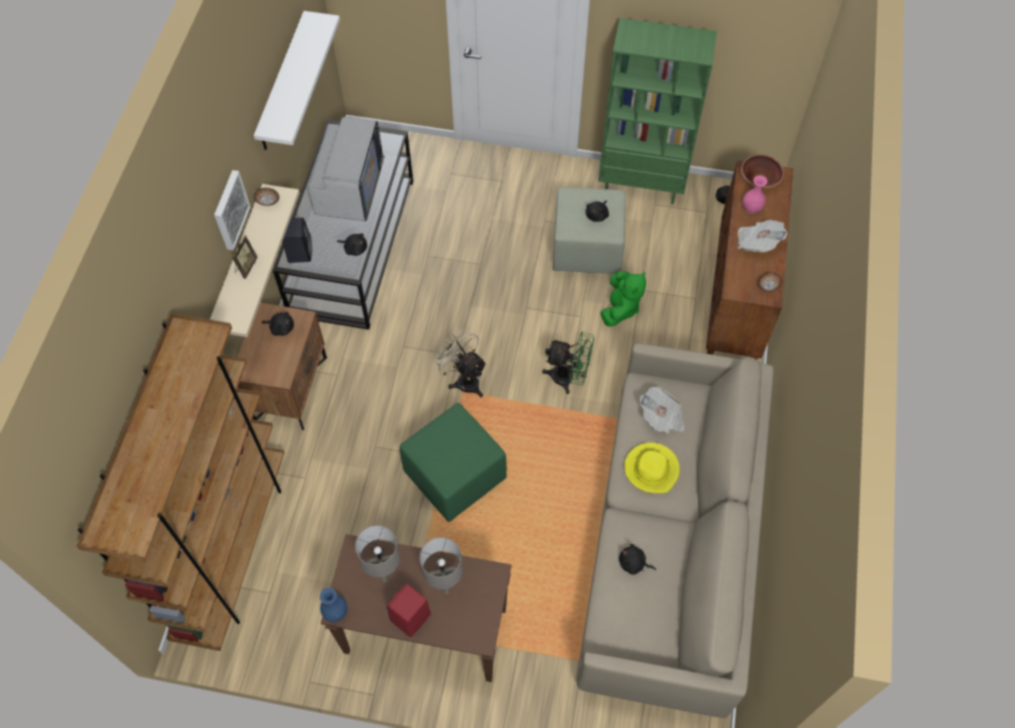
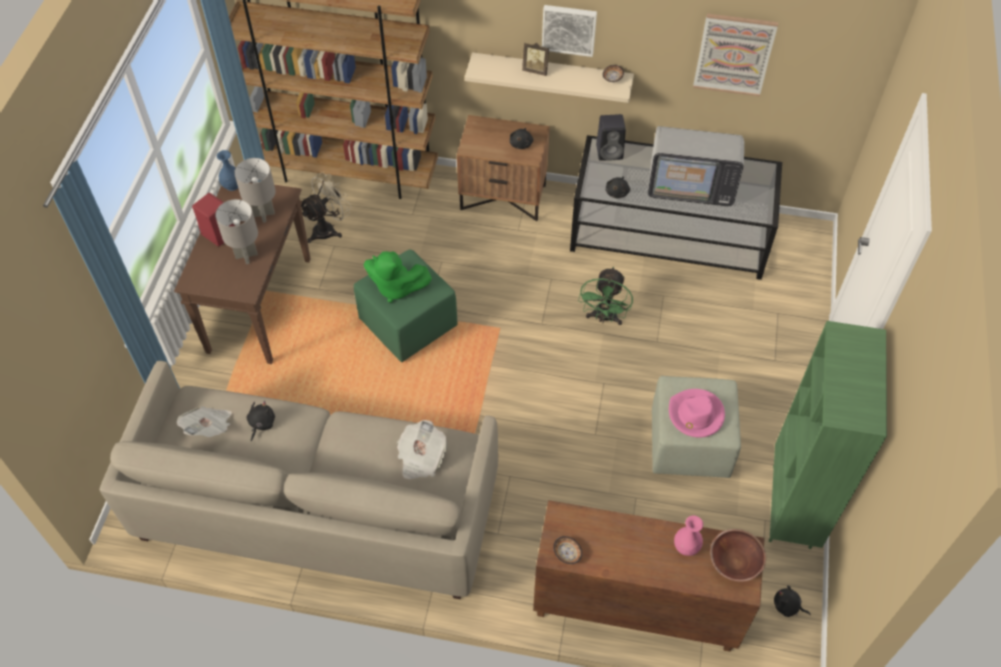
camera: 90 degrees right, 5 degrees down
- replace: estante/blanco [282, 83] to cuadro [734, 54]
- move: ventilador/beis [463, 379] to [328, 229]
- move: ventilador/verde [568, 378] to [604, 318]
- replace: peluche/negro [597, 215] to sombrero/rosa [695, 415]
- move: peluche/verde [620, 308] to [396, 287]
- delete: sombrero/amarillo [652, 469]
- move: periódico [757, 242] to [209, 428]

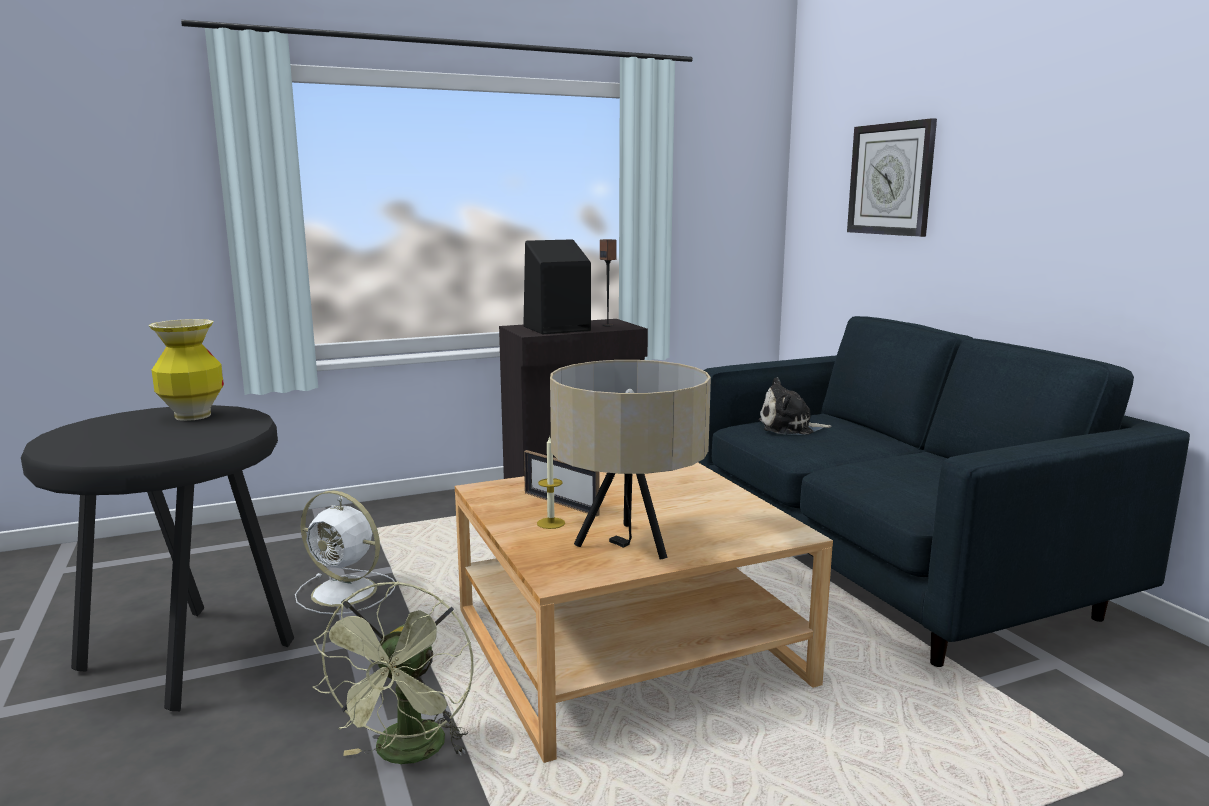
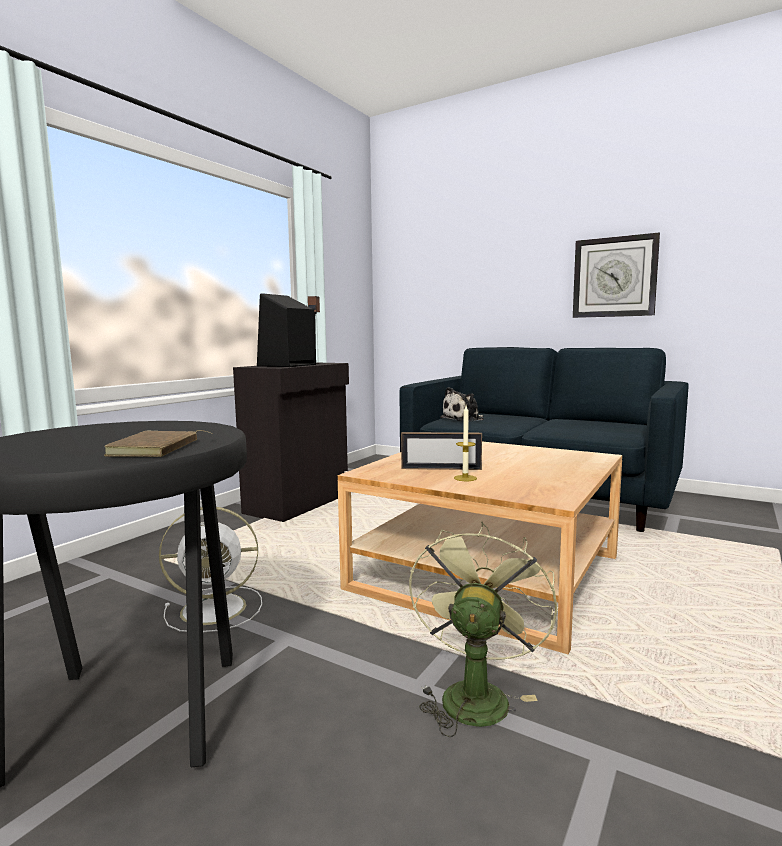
camera: 35 degrees left, 5 degrees down
- delete: florero [192, 416]
- rotate: ventilador/verde [407, 754] = [474, 693] 135 degrees counterclockwise
- delete: lámpara de mesa/beis [628, 547]
- move: reloj de pared [891, 179] to [614, 277]
- insert: libro/marrón [157, 449]

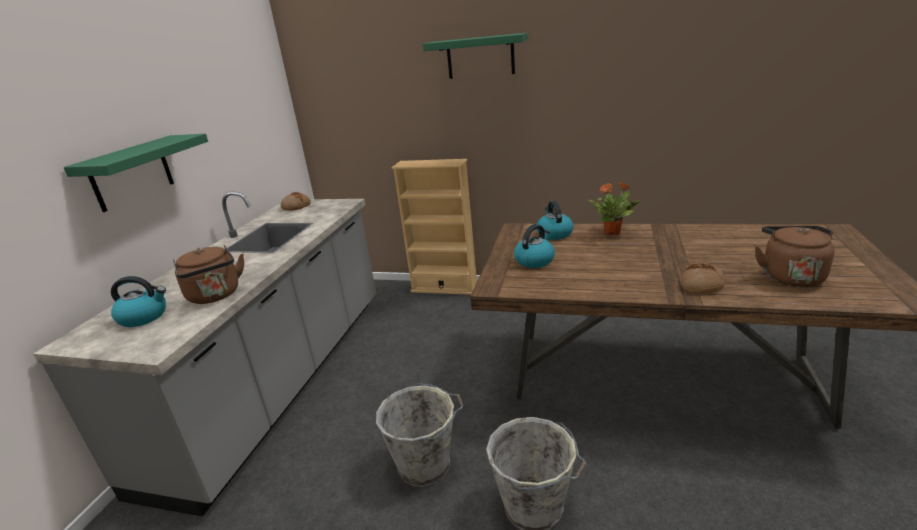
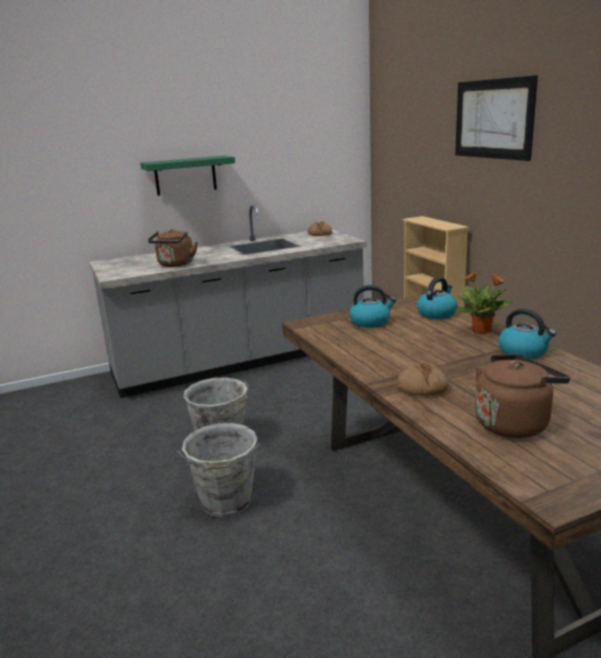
camera: 50 degrees right, 5 degrees down
- move: hervidor [144, 317] to [524, 352]
- replace: estante/verde [480, 57] to cuadro [493, 119]

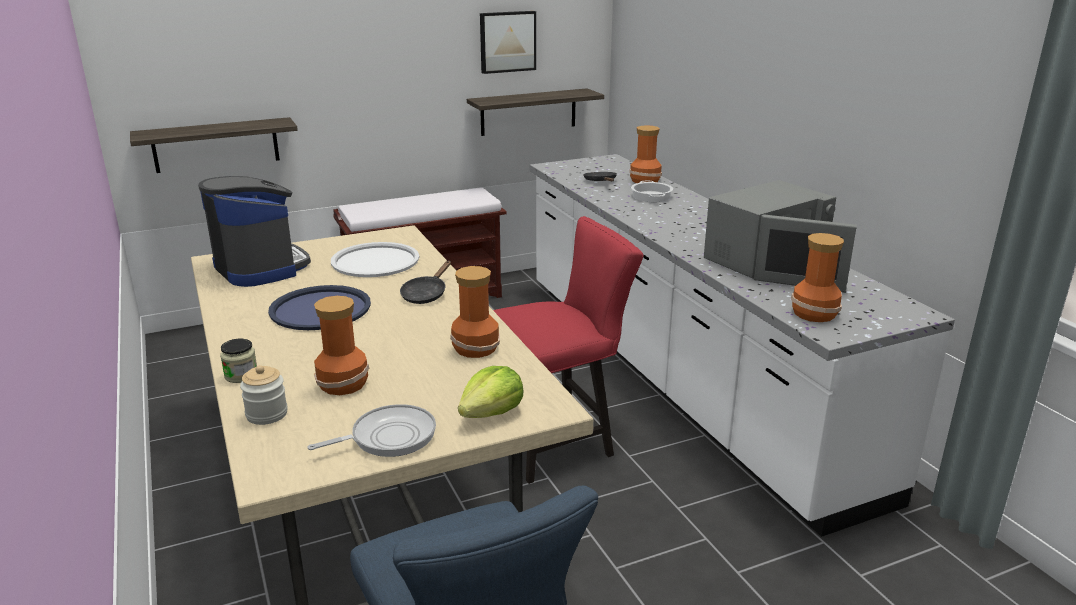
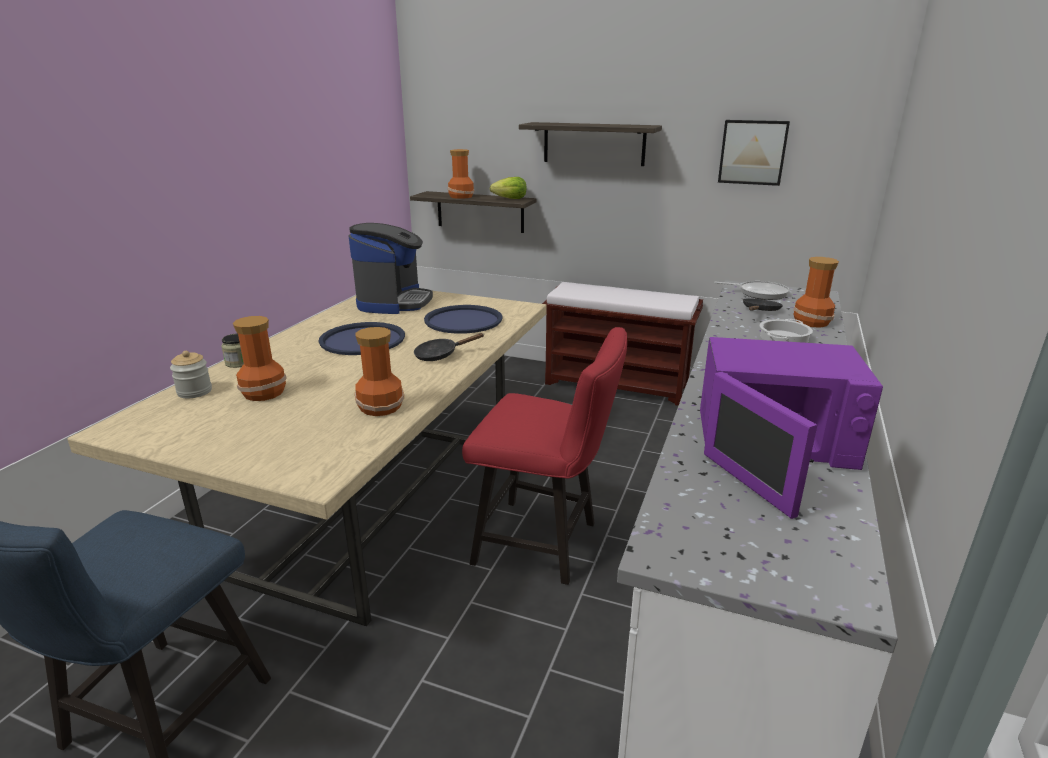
camera: 45 degrees right, 0 degrees up
- move: sartén [388, 437] to [759, 293]
- recolor: bandeja/blanco [375, 261] to bandeja/azul [463, 320]
- move: lechuga [491, 413] to [510, 199]
- move: estante [528, 112] to [594, 144]
- recolor: microondas/gris [766, 261] to microondas/morado [771, 442]
- move: florero [813, 313] to [460, 196]

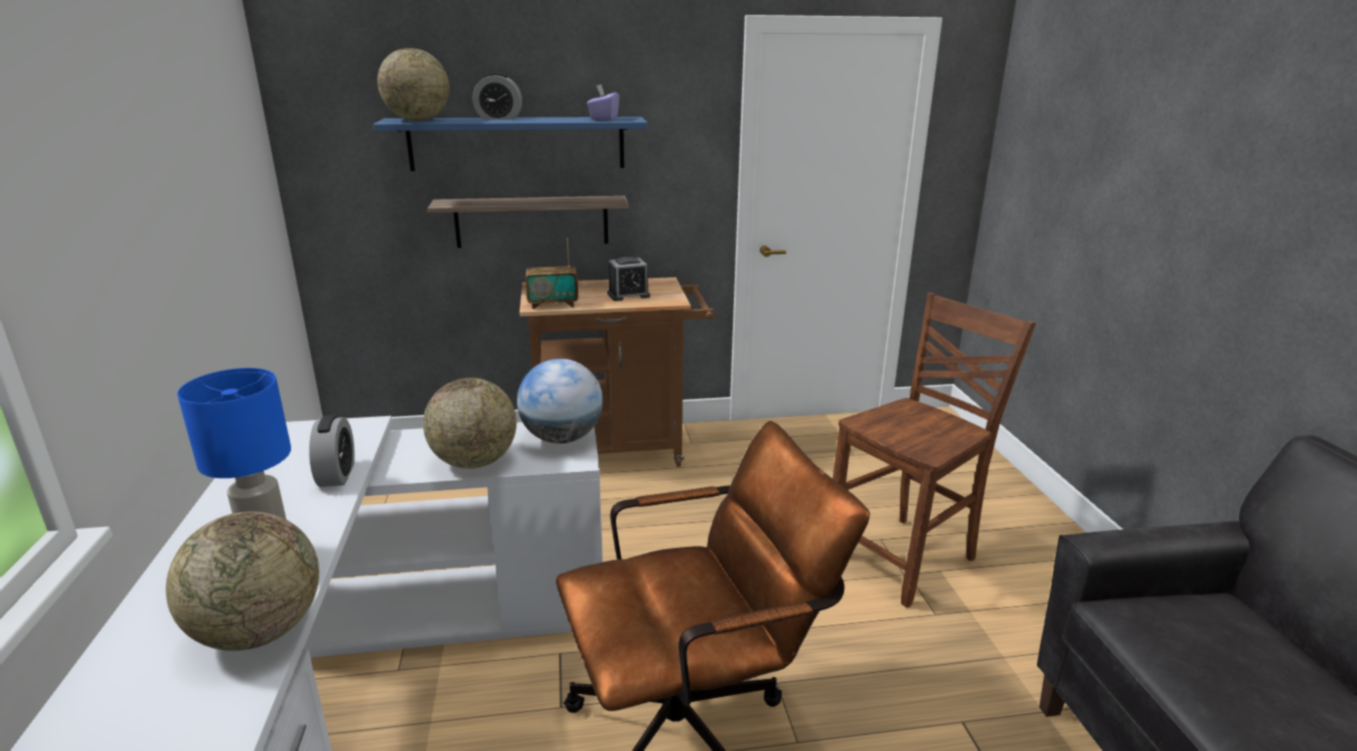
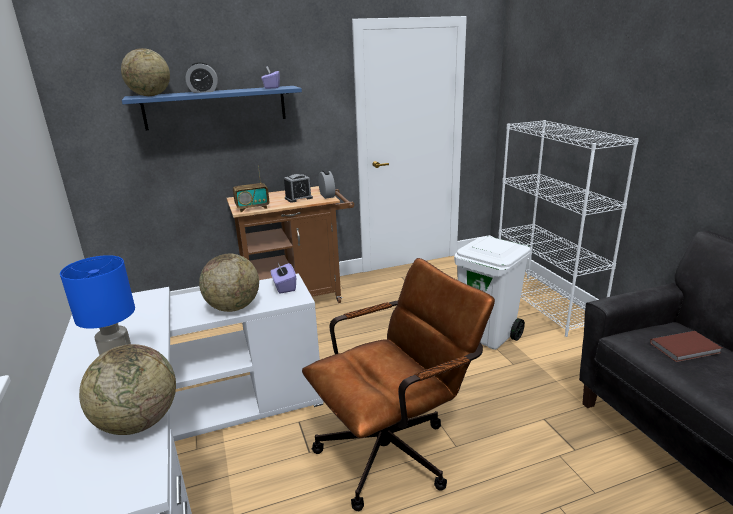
camera: 10 degrees left, 0 degrees up
- move: despertador [337, 475] to [327, 195]
- delete: estante [532, 221]
- replace: globo terráqueo [562, 438] to caja de pañuelos/morado [284, 287]
- replace: silla/marrón [905, 558] to papelera/blanco [487, 336]
- insert: estantería/blanco [546, 304]
- insert: libro/marrón [686, 348]

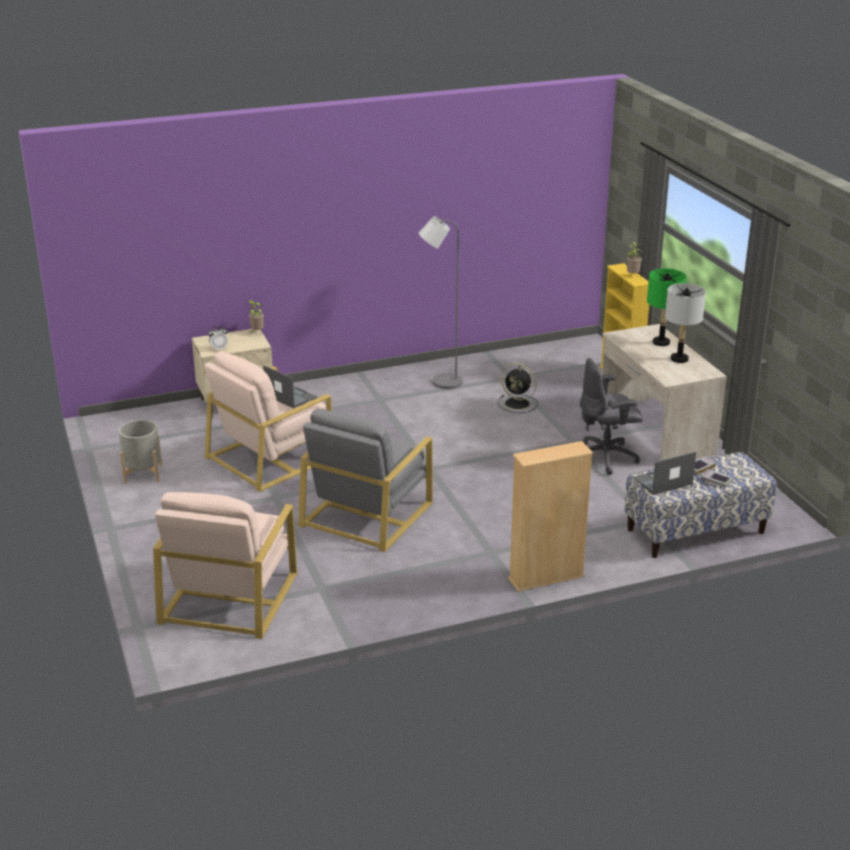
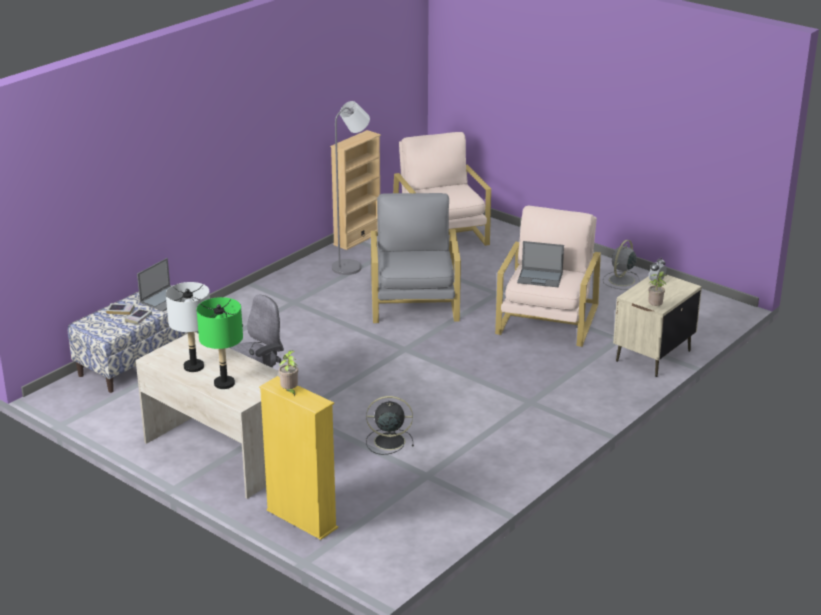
camera: 150 degrees right, 0 degrees up
- replace: maceta/gris [143, 473] to ventilador/gris [621, 281]
- move: lámpara de pie/gris [441, 382] to [351, 266]
- move: estantería/beis [546, 578] to [357, 238]

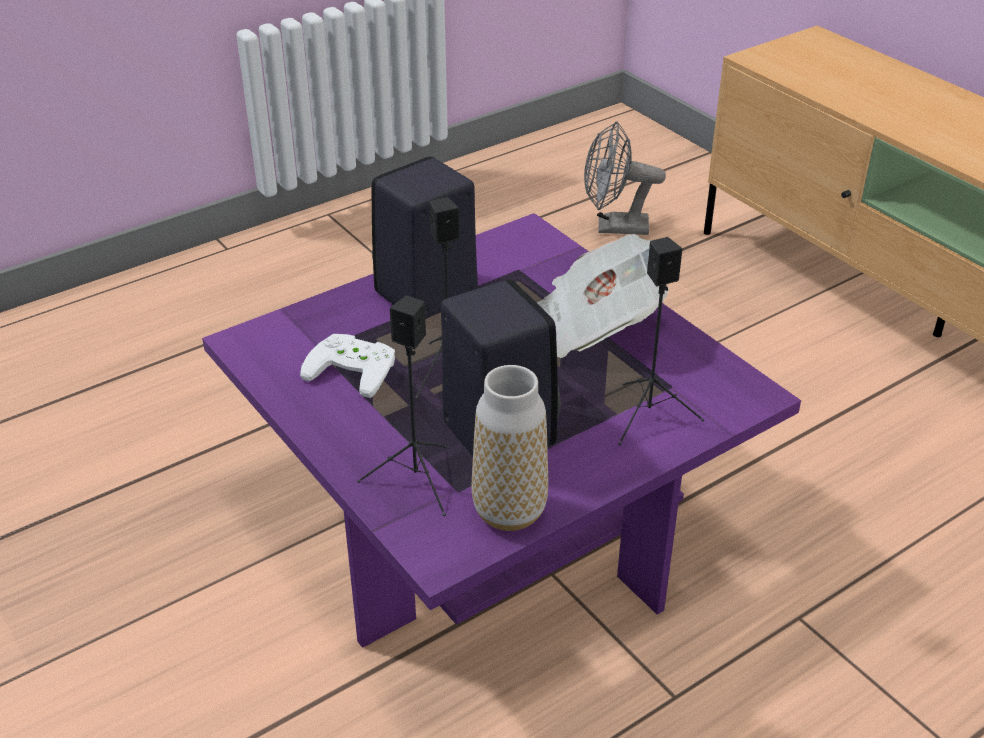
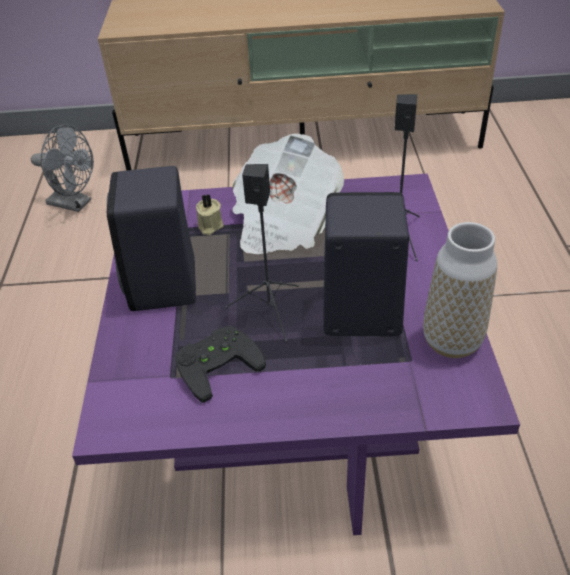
camera: 55 degrees left, 5 degrees up
- recolor: mando de consola/blanco [355, 367] to mando de consola/negro [216, 363]
- delete: altavoz/negro [417, 481]
- rotate: ventilador/gris [614, 227] = [75, 203] 105 degrees counterclockwise
- insert: vela/beis [209, 226]

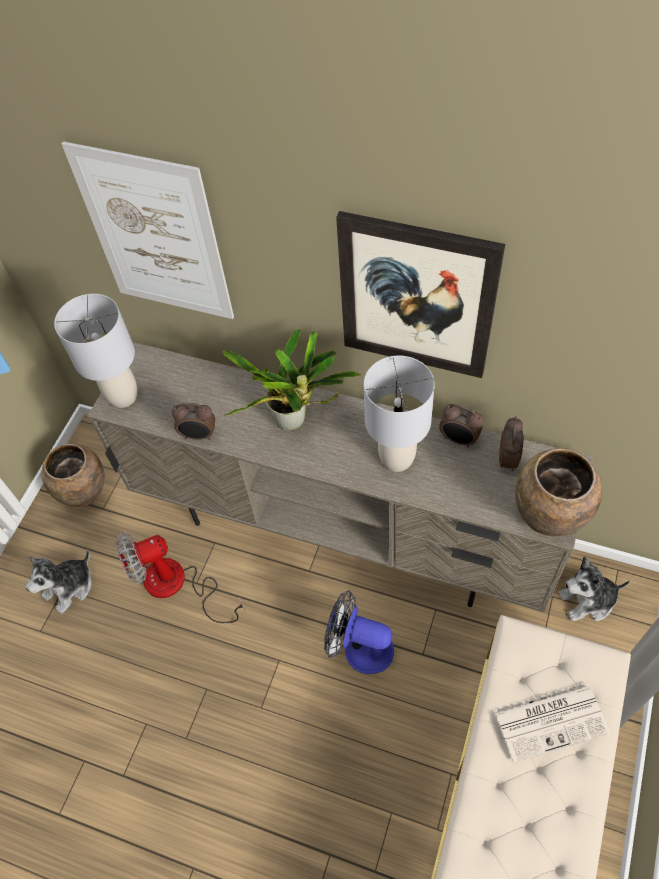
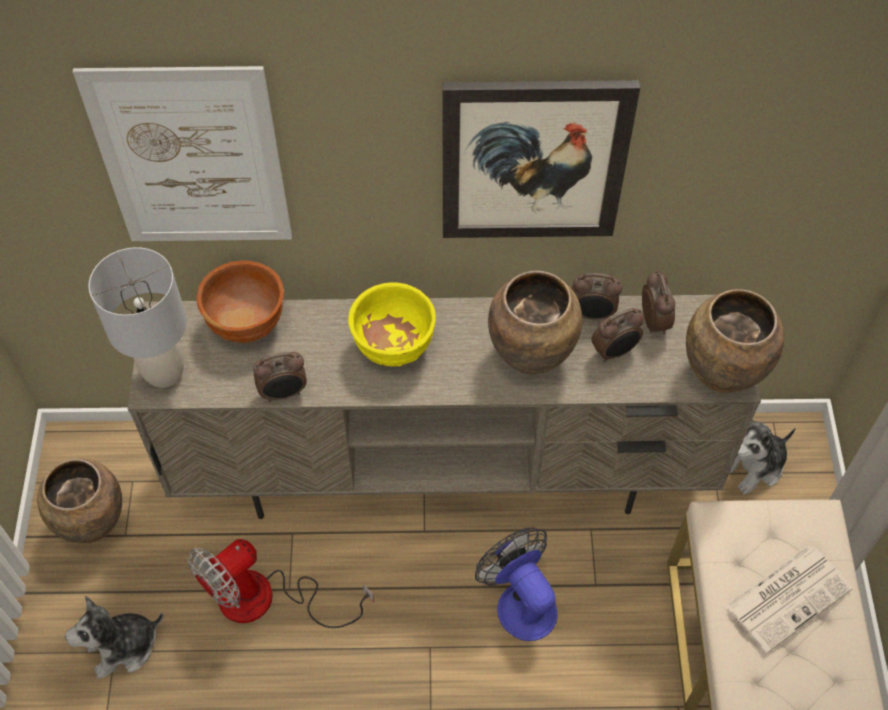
camera: 25 degrees left, 0 degrees up
- rotate: peluche [70, 587] = [123, 647] 45 degrees clockwise
- replace: planta en maceta [294, 421] to cuenco/amarillo [394, 345]
- rotate: ventilador [359, 647] = [520, 601] 60 degrees clockwise
- replace: lámpara de mesa/gris [397, 459] to florero/marrón [532, 356]
- insert: cuenco/marrón [248, 323]
- insert: despertador [615, 352]

